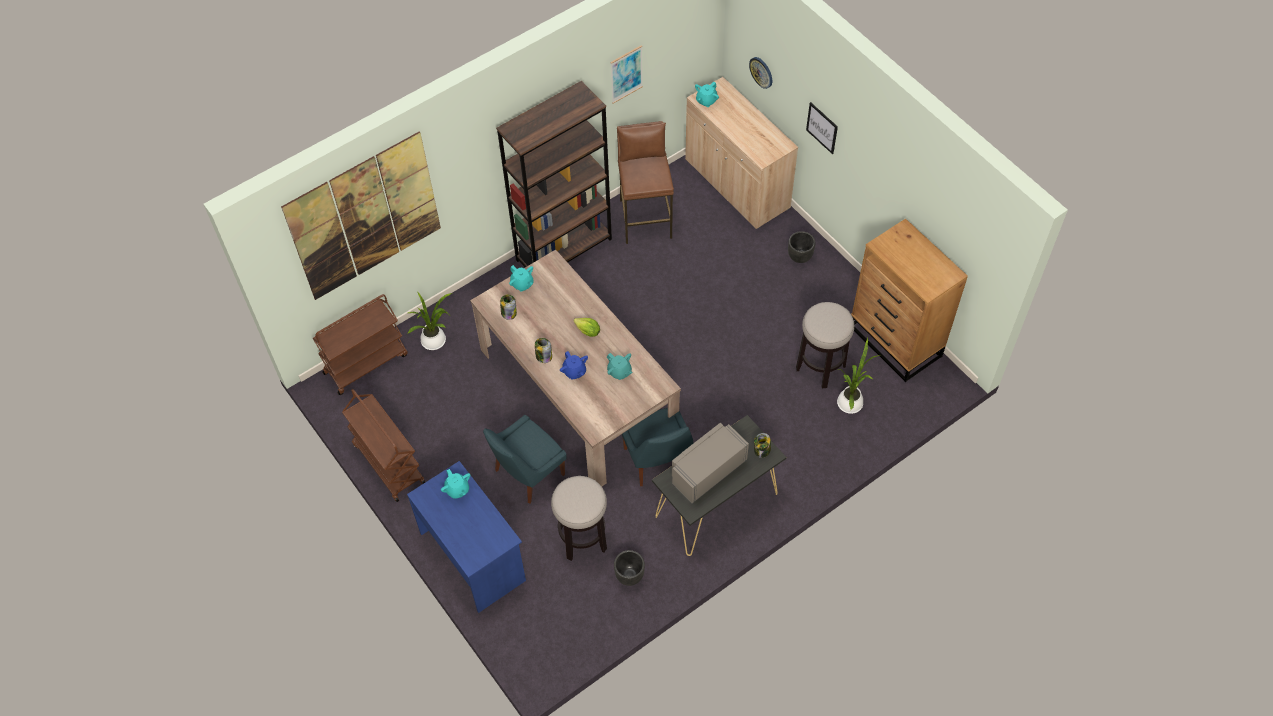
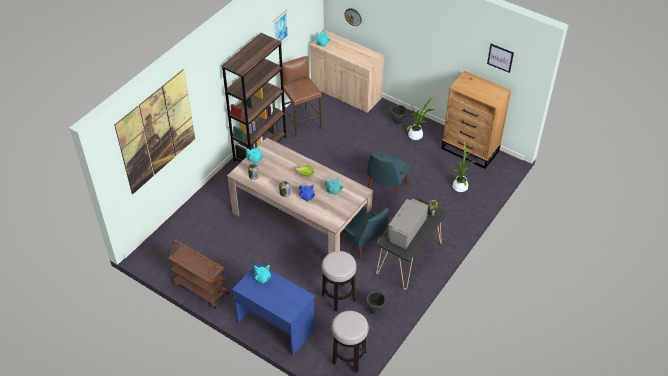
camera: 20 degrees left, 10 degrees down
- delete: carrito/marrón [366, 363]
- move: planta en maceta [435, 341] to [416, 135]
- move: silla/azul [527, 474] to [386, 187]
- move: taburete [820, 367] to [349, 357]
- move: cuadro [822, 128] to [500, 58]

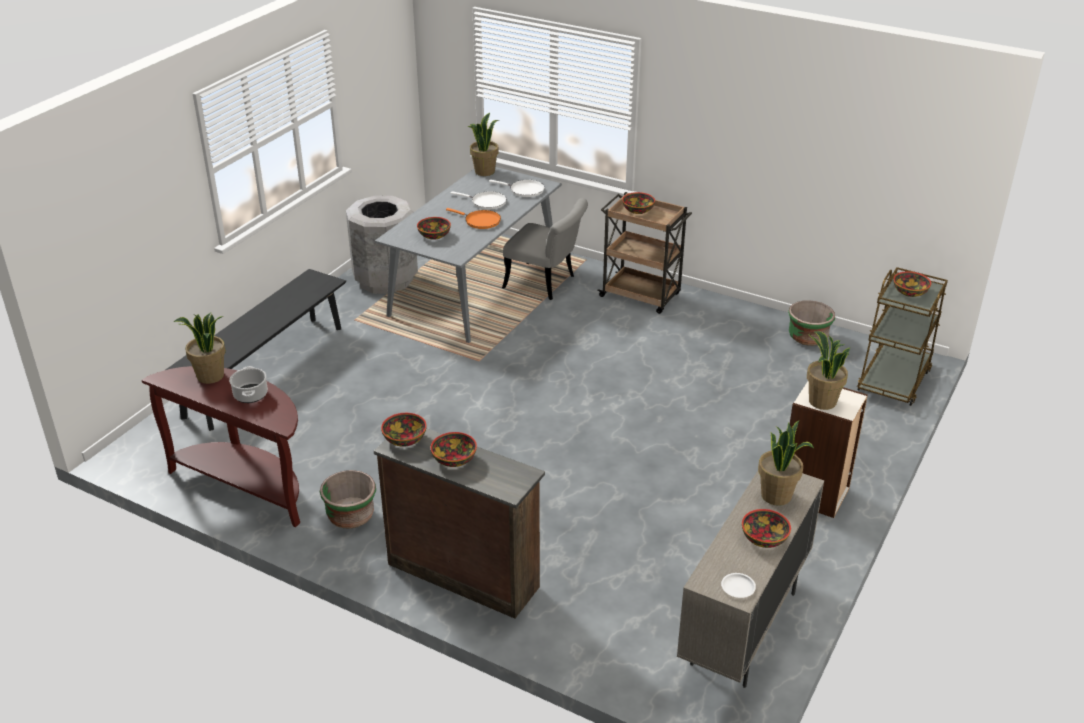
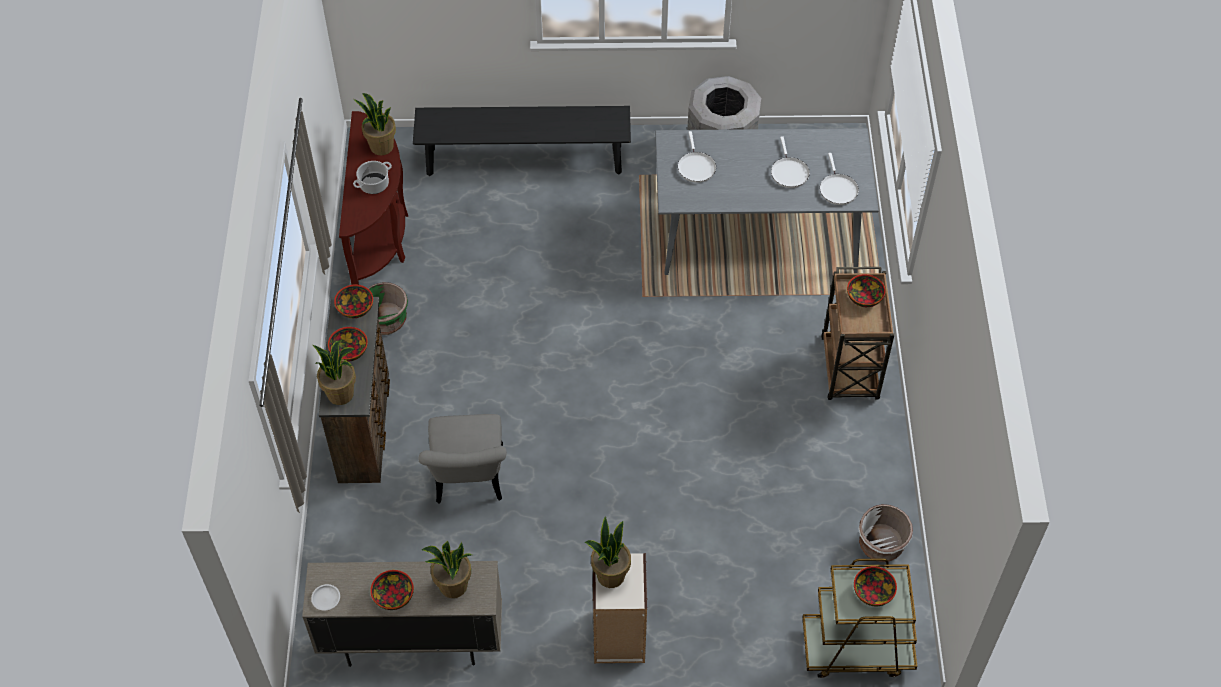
camera: 60 degrees right, 20 degrees up
- replace: cuenco [434, 235] to sartén/blanco [696, 167]
- delete: sartén/naranja [480, 221]
- move: planta en maceta [484, 171] to [341, 393]
- move: silla/gris [546, 283] to [469, 482]
- recolor: maceta/verde [807, 337] to maceta/blanco [881, 544]

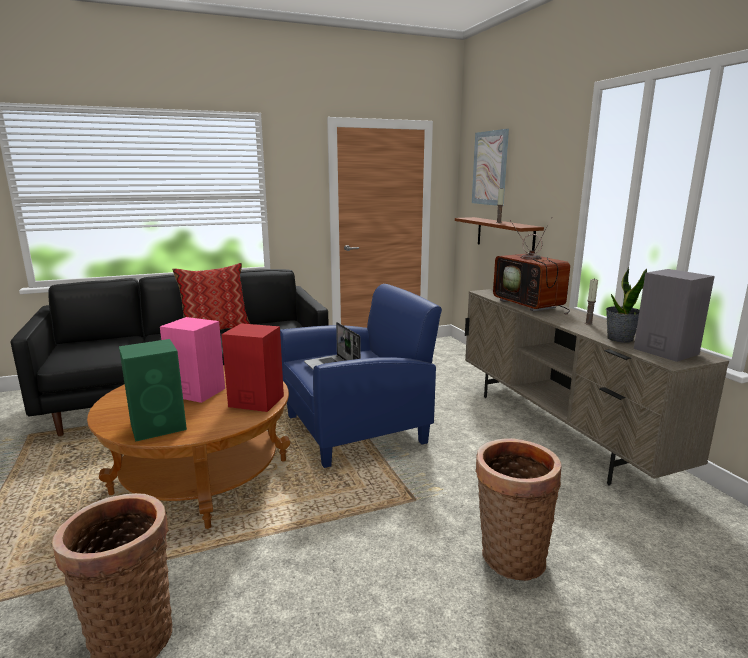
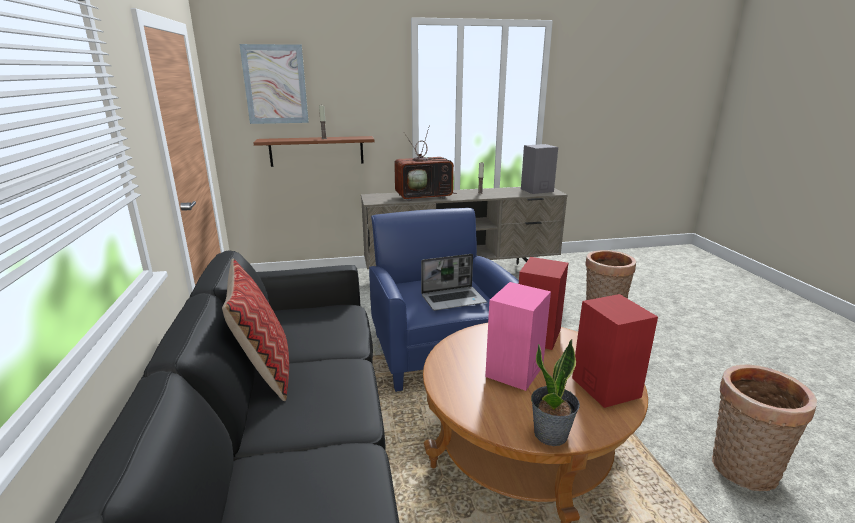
camera: 80 degrees left, 5 degrees up
- recolor: altavoz/verde [160, 426] to altavoz/rojo [604, 386]
- move: planta en maceta [619, 339] to [551, 434]

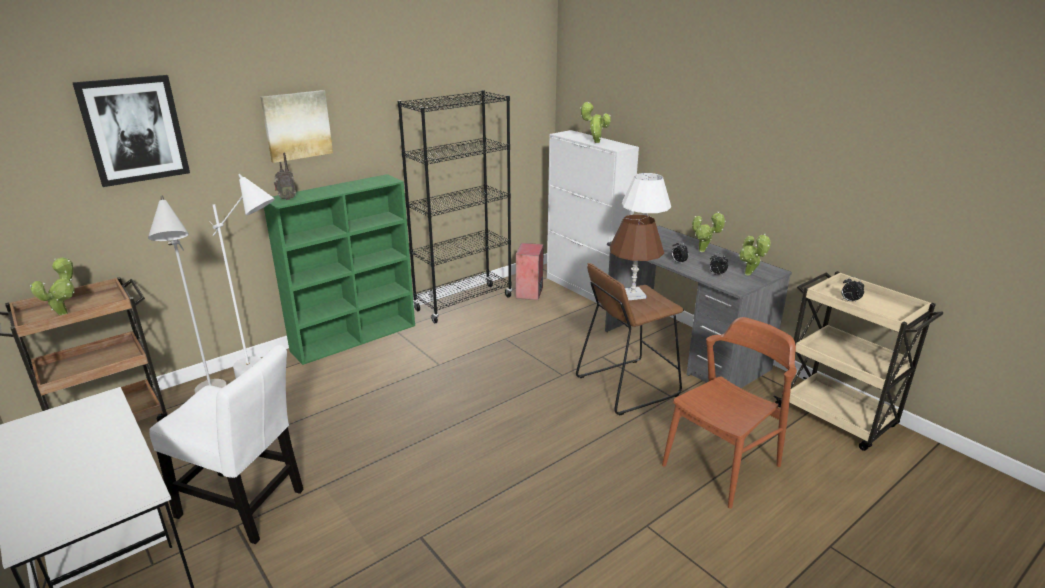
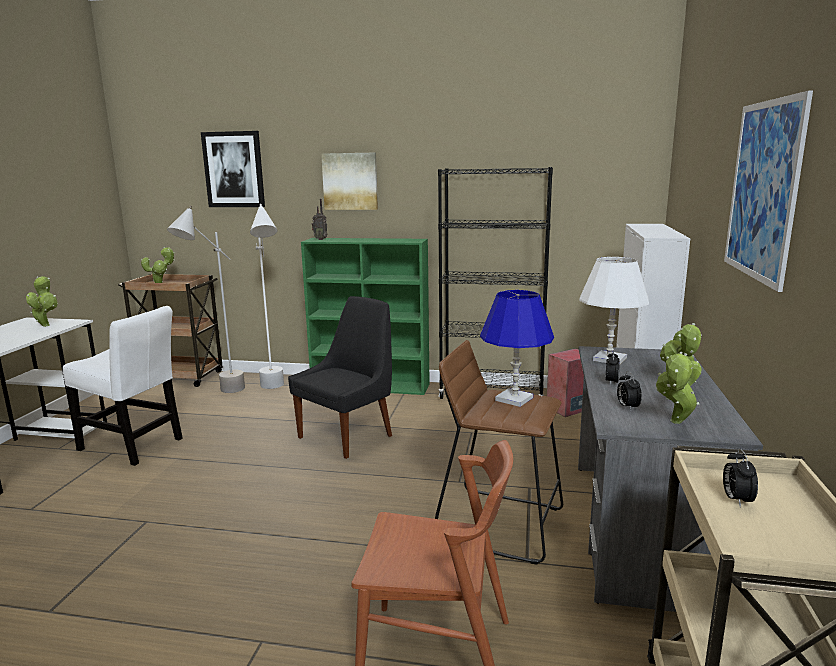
camera: 50 degrees right, 10 degrees down
- rotate: silla/blanco [245, 506] = [133, 446] 45 degrees counterclockwise
- move: planta en maceta [595, 142] to [46, 325]
- recolor: lámpara de mesa/marrón [632, 295] to lámpara de mesa/azul [514, 399]
- insert: silla/negro [348, 435]
- insert: cuadro [763, 190]

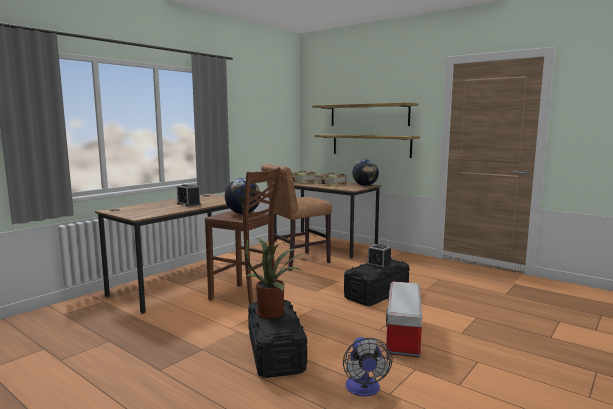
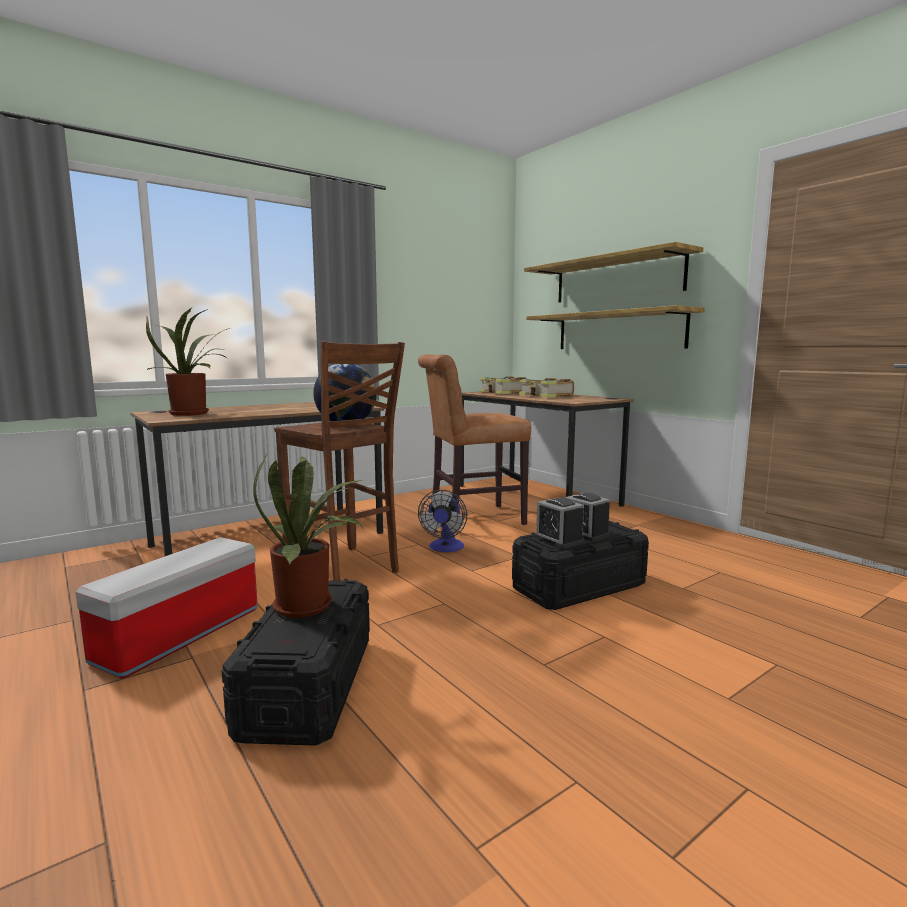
camera: 15 degrees right, 0 degrees up
- move: despertador [188, 204] to [559, 539]
- move: ventilador [364, 390] to [445, 548]
- delete: globo terráqueo [365, 185]
- move: caja de almacenaje [403, 336] to [179, 636]
- insert: planta en maceta [193, 413]

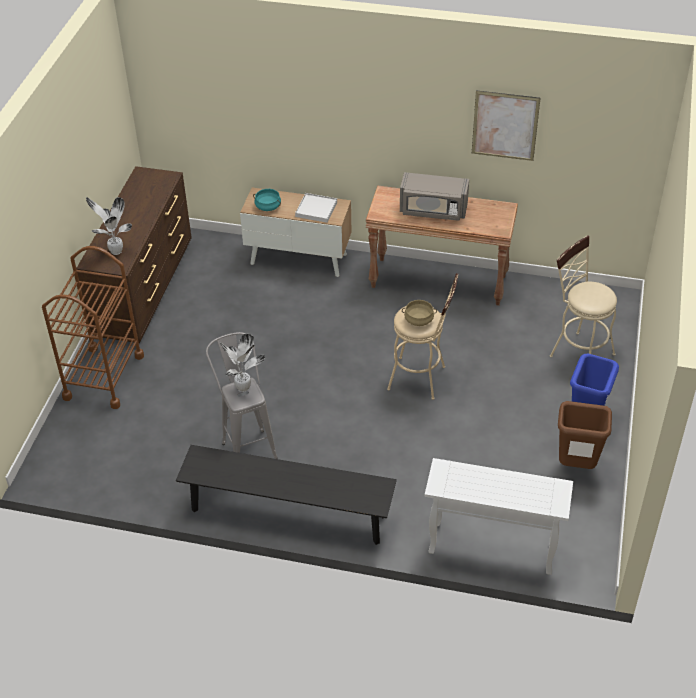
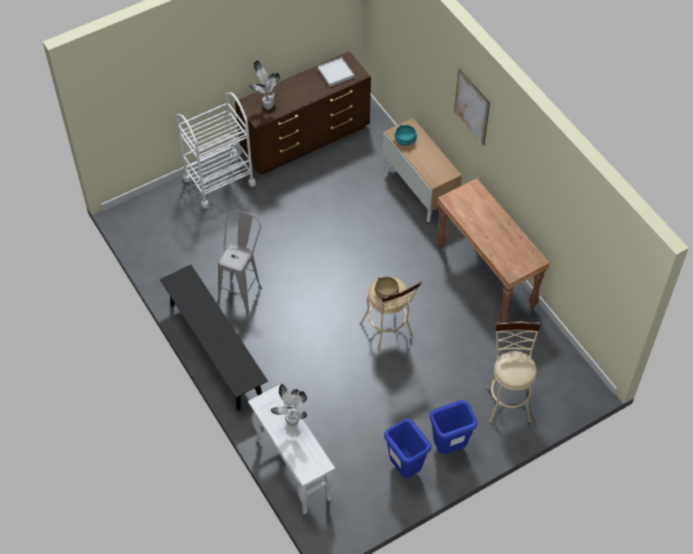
camera: 45 degrees right, 10 degrees up
- recolor: carrito/marrón [104, 377] to carrito/blanco [219, 181]
- move: planta en maceta [244, 388] to [292, 423]
- move: bandeja/blanco [316, 209] to [335, 73]
- delete: microondas/gris [433, 210]
- move: cuadro [505, 125] to [471, 107]
- recolor: papelera/marrón [575, 466] to papelera/azul [405, 468]

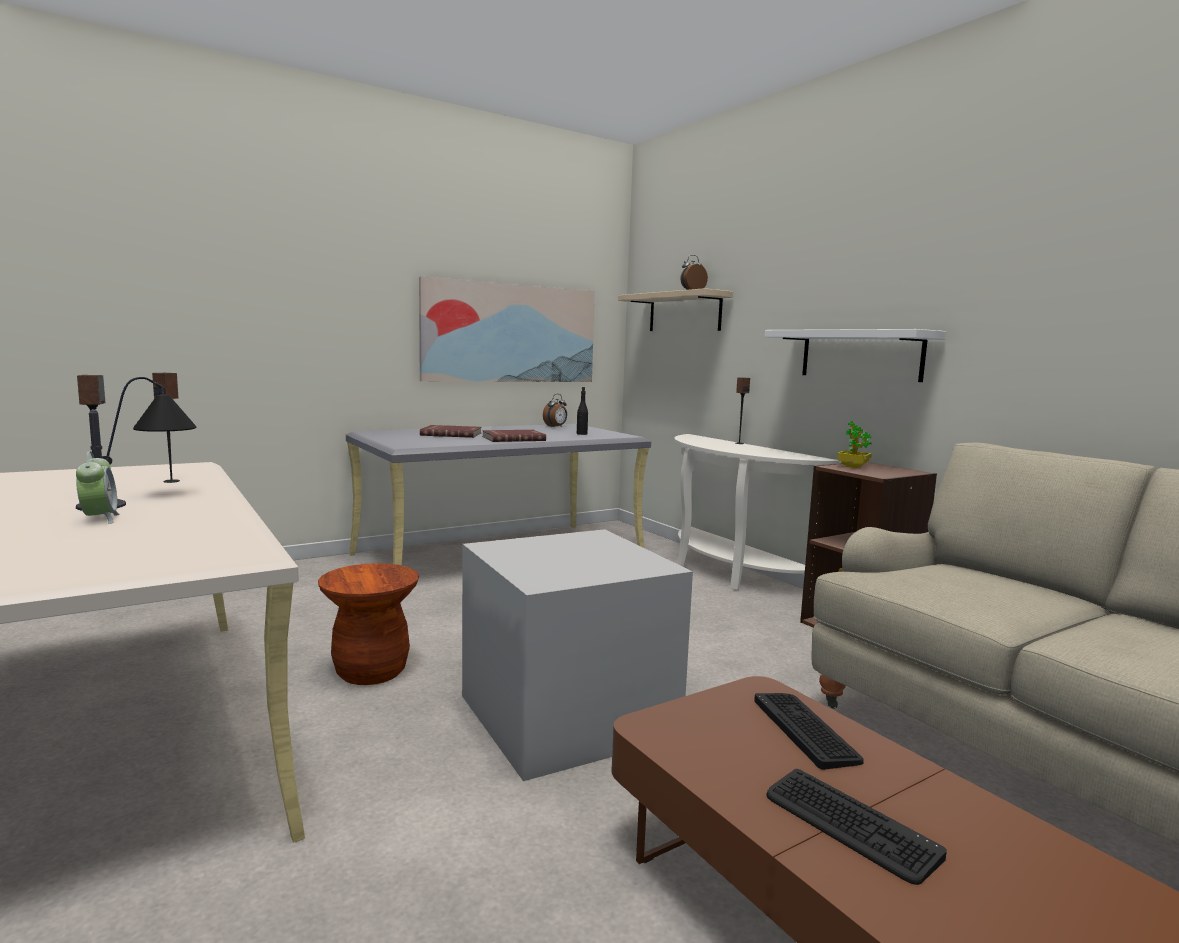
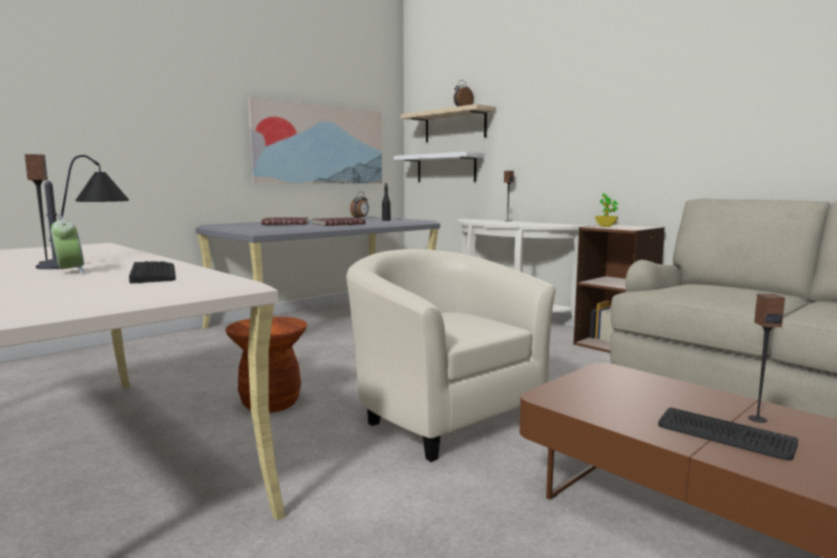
camera: 10 degrees left, 0 degrees up
- move: altavoz [172, 481] to [757, 419]
- replace: caja de almacenaje/gris [568, 714] to sillón/beis [442, 415]
- move: teclado [805, 729] to [154, 273]
- move: estante/blanco [860, 355] to [446, 168]

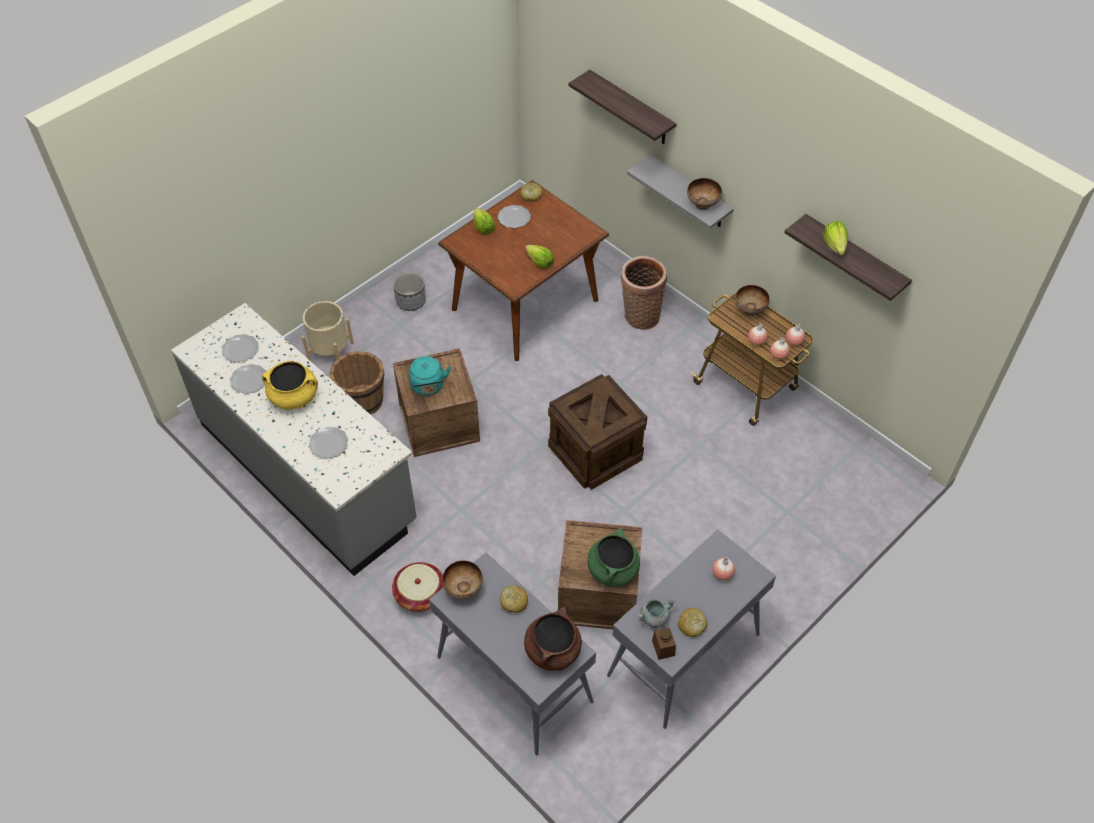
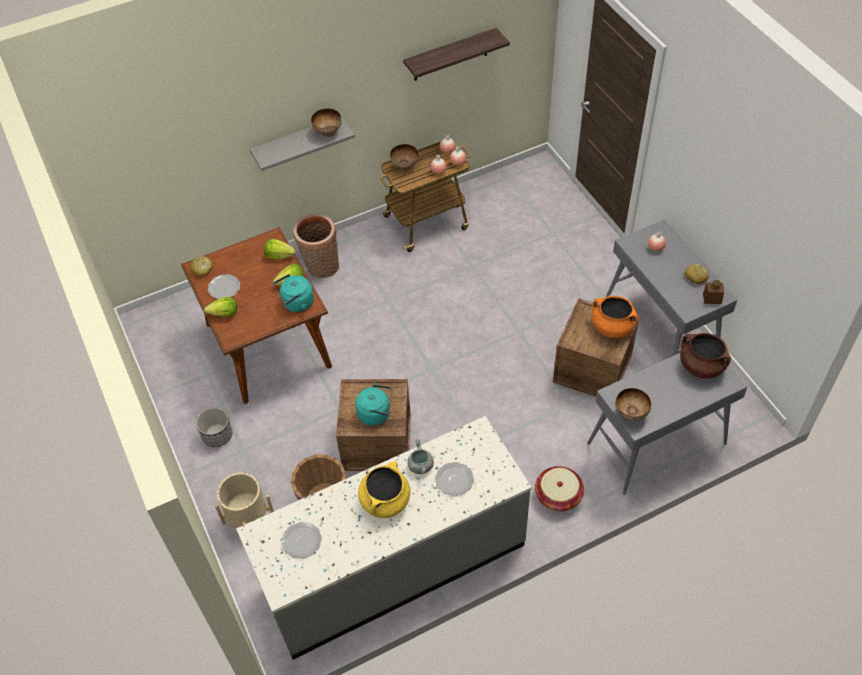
camera: 70 degrees left, 0 degrees up
- delete: plato [248, 380]
- delete: pan [514, 601]
- delete: caja de embalaje [595, 450]
- delete: estante [631, 109]
- recolor: olla/verde [612, 570] to olla/naranja [612, 327]
- move: olla/gris [654, 617] to [420, 465]
- move: lechuga [834, 245] to [279, 255]
- insert: hervidor/turquesa [296, 304]

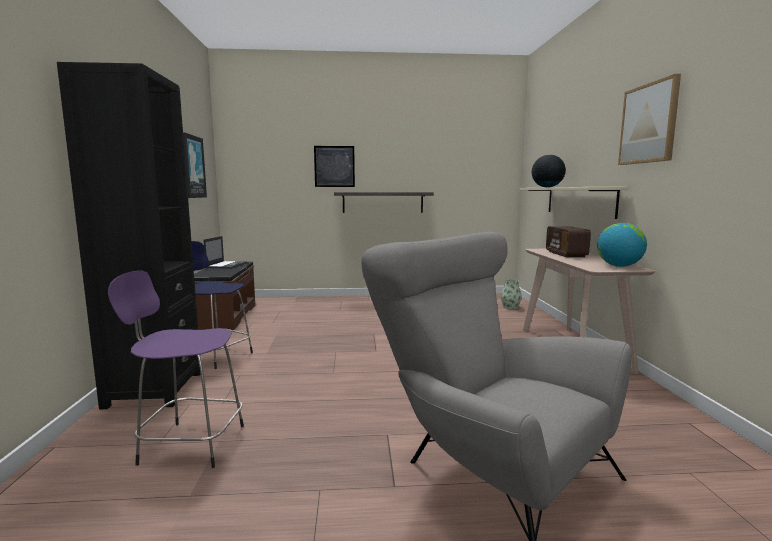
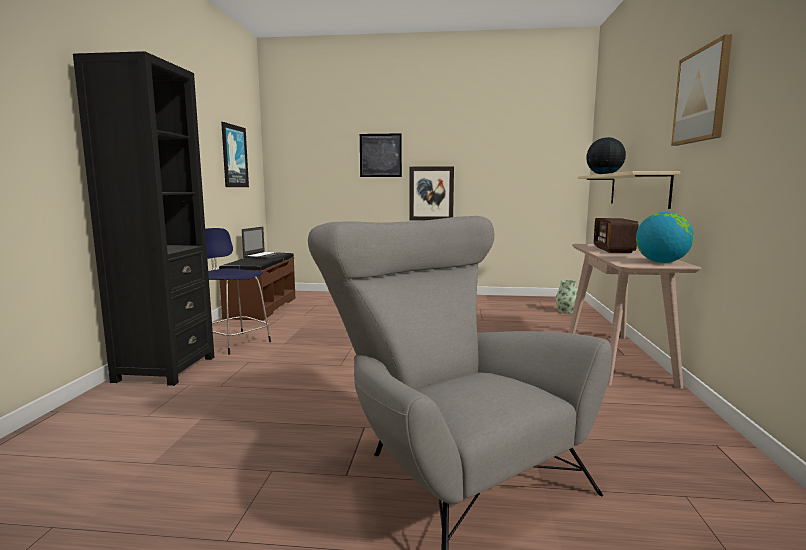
camera: 10 degrees right, 0 degrees up
- delete: taburete/morado [189, 444]
- replace: estante [383, 202] to cuadro [431, 193]

